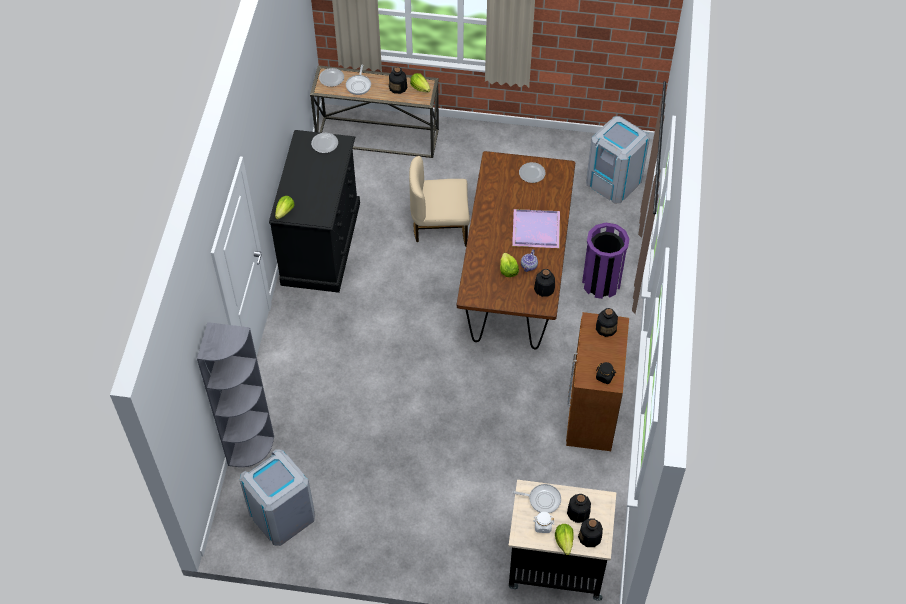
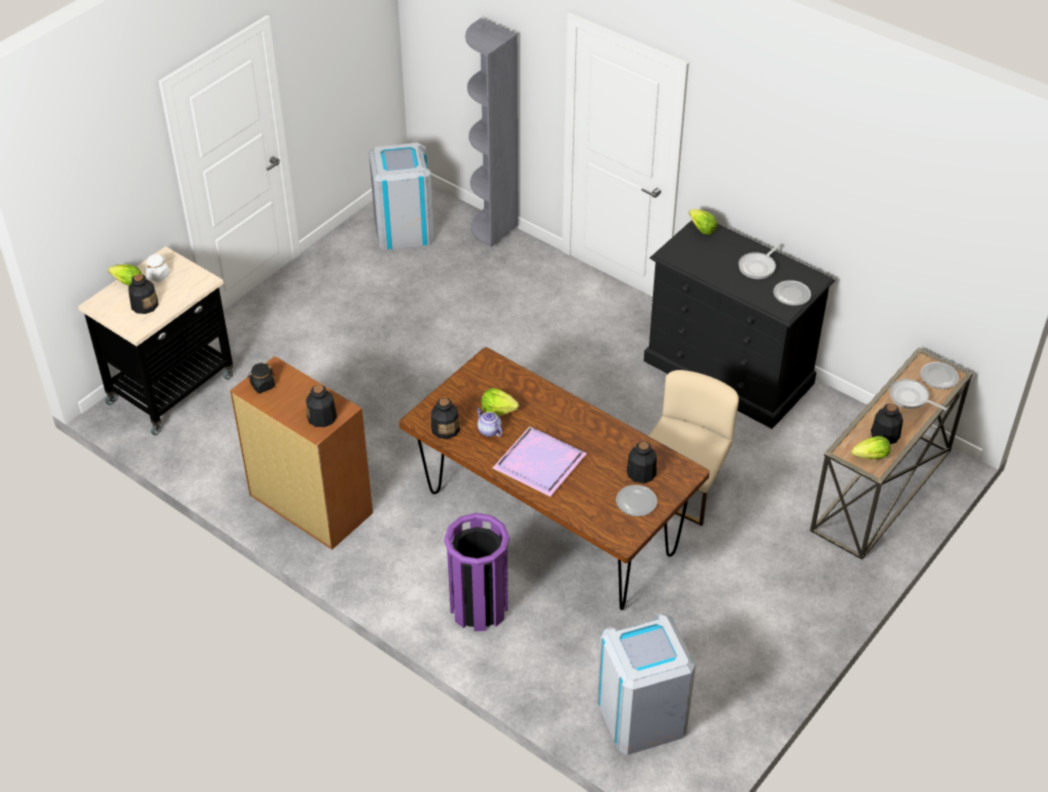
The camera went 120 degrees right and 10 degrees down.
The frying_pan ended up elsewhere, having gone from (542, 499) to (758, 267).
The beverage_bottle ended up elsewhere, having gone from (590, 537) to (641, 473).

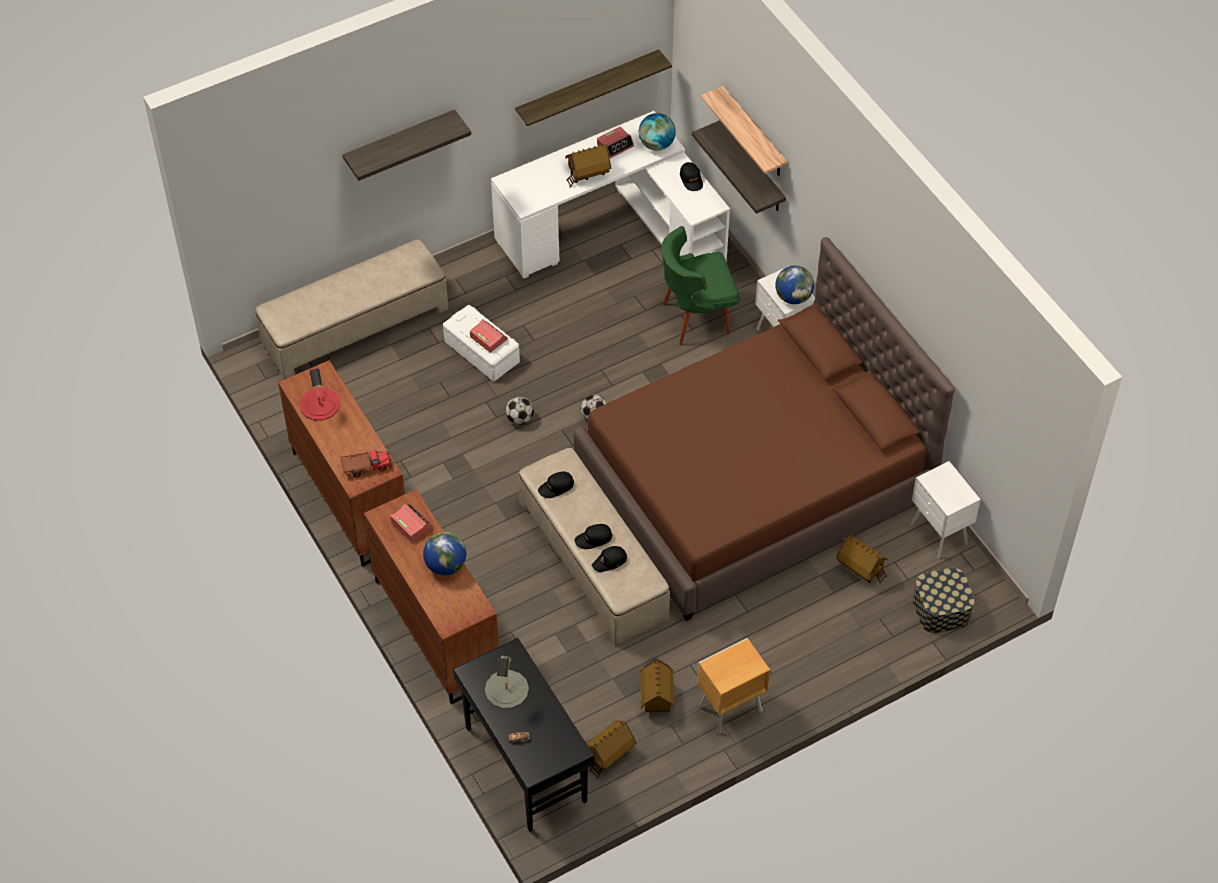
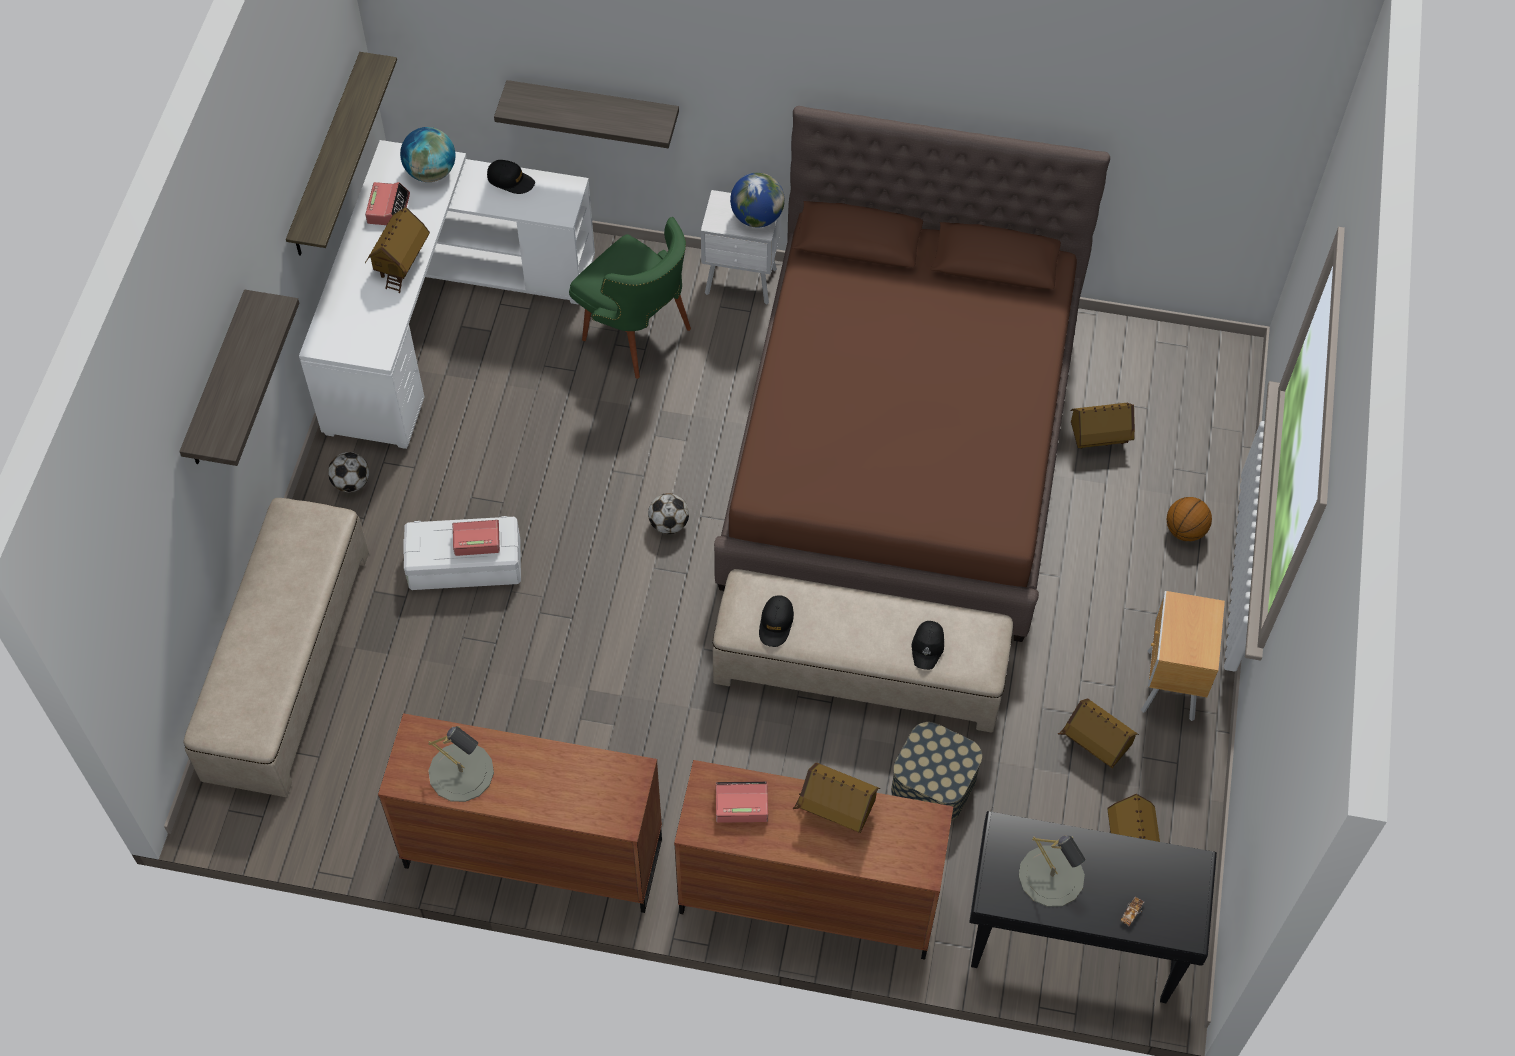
The camera went 50 degrees left and 5 degrees up.
The second view lost the model_truck at (365, 467).
The second view lost the blackish_baseball_cap at (593, 539).
The second view lost the shelf at (754, 133).
The second view lost the white_nightstand at (938, 535).
The second view gained the basketball_ball at (1185, 530).
The ball_for_football ended up elsewhere, having gone from (519, 419) to (351, 483).
The storage_box ended up elsewhere, having gone from (941, 609) to (934, 783).
Where the globe stood at (446, 565), the toy_house came to stand at (836, 809).
What was the red_lamp_for_a_table at (320, 404) turned into the gray_lamp_for_a_table at (461, 772).
The greenish_chair at (697, 318) ended up facing another way, 75 degrees counterclockwise from before.

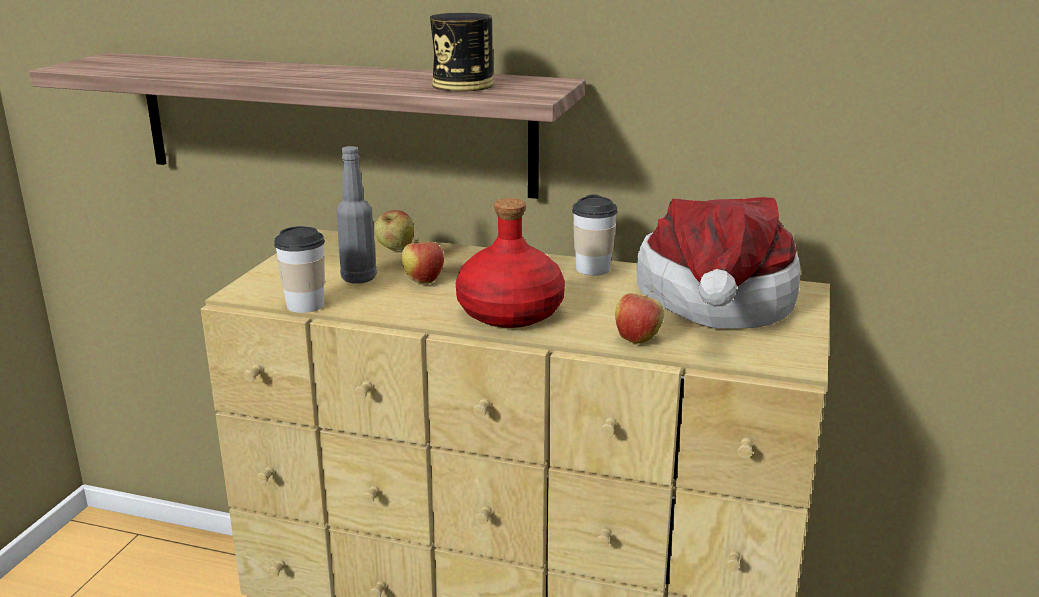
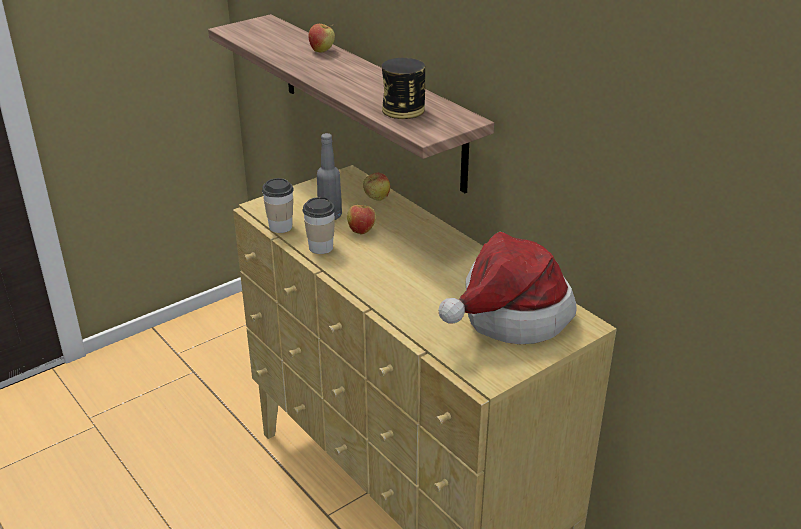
The camera went 35 degrees right and 10 degrees up.
The second view lost the red_beverage_bottle at (509, 312).
The cup ended up elsewhere, having gone from (592, 269) to (321, 247).
The whole_apple ended up elsewhere, having gone from (638, 340) to (322, 51).

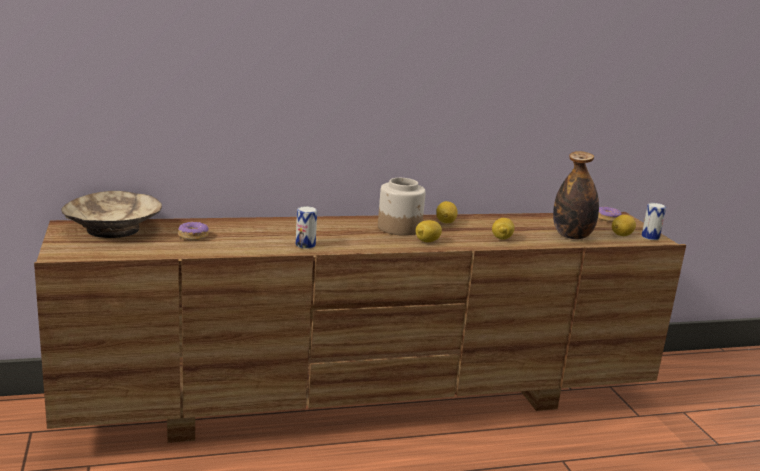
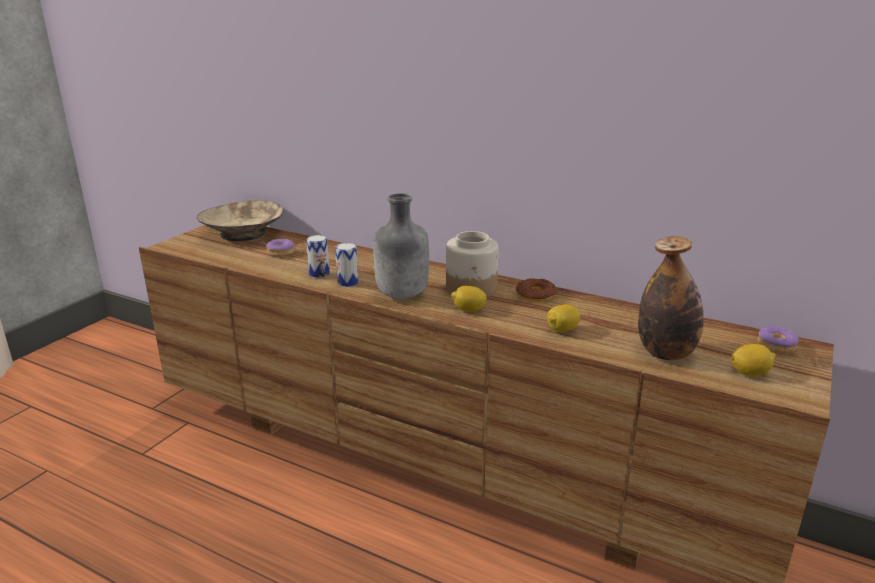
The camera went 45 degrees right and 5 degrees up.
The second view gained the gray_beverage_bottle at (401, 295).
The can ended up elsewhere, having gone from (650, 237) to (319, 274).
Where the lemon stood at (445, 222), the ring_doughnut came to stand at (535, 295).

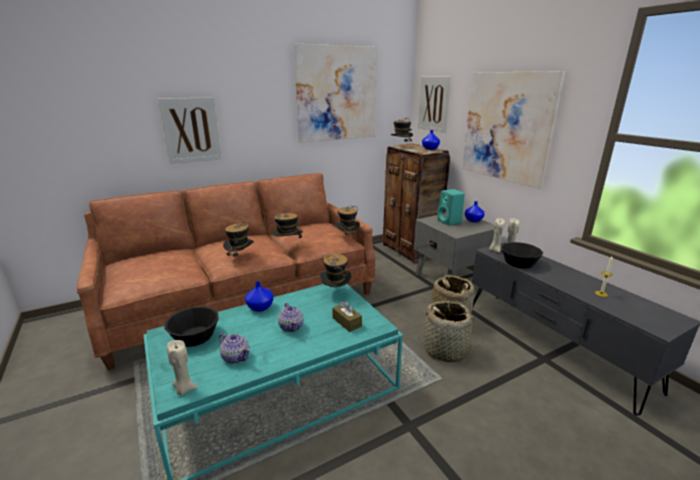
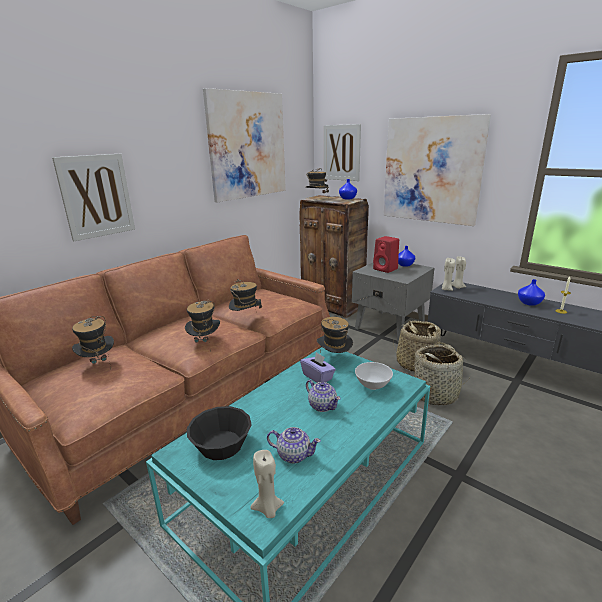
The camera went 20 degrees left and 0 degrees up.
The second view lost the blackish_serving_bowl at (519, 262).
The second view gained the purple-coloured_tissue_holder at (318, 377).
The blue_flower_vase ended up elsewhere, having gone from (260, 308) to (529, 303).
The wearable_hat ended up elsewhere, having gone from (347, 238) to (98, 365).
Where the brownish_tissue_holder stood at (347, 322), the white_serving_bowl came to stand at (373, 386).
What was the turquoise_loudspeaker at (450, 222) turned into the red_loudspeaker at (386, 269).

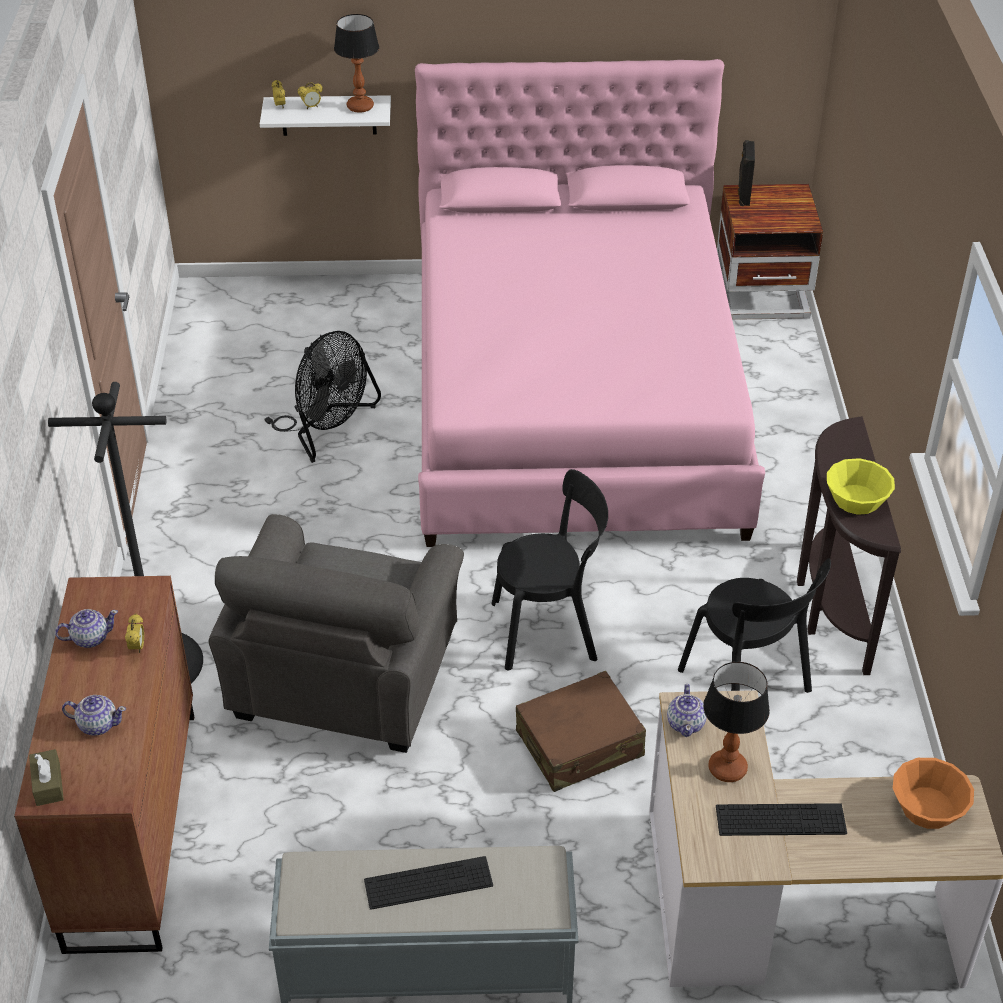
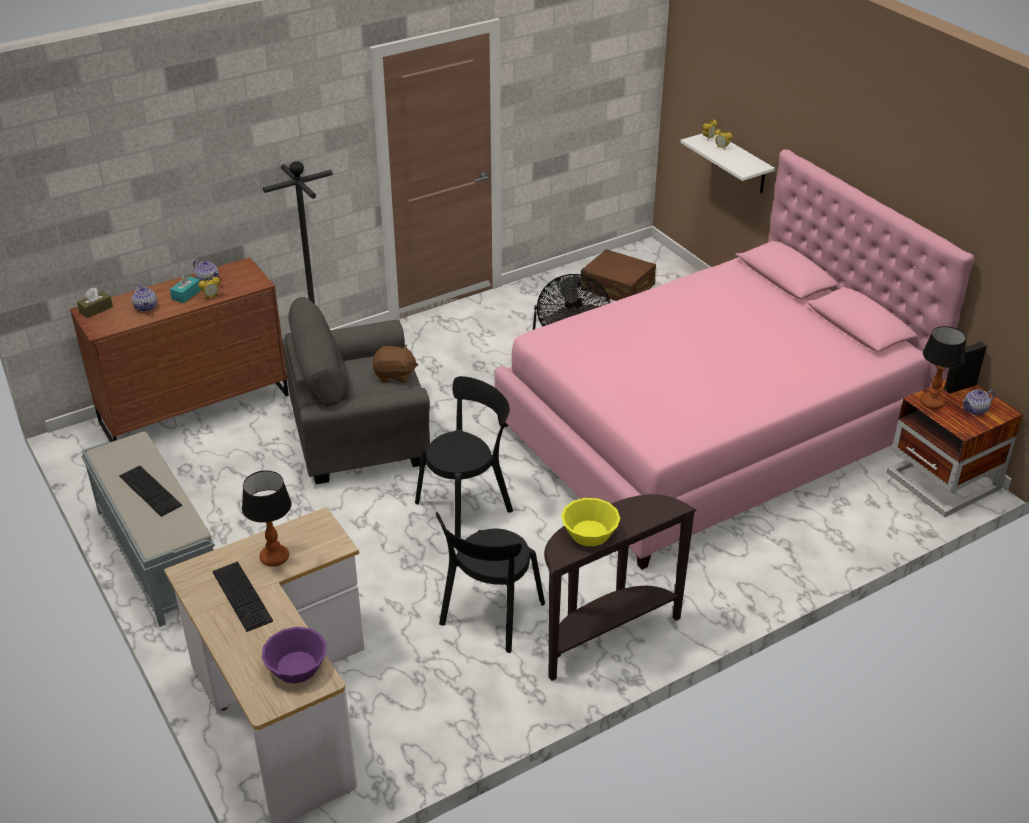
The camera went 60 degrees right and 5 degrees down.
The second view gained the turquoise_tissue_holder at (186, 294).
The second view gained the brownish_soft_toy at (394, 375).
The lamp_for_a_table ended up elsewhere, having gone from (360, 107) to (932, 403).
The brownish_travel_case ended up elsewhere, having gone from (580, 744) to (617, 288).
The tea_pot ended up elsewhere, having gone from (686, 723) to (975, 410).
What was the orangey_serving_bowl at (928, 807) turned into the purple-coloured_serving_bowl at (296, 667).
The blackish_chair at (550, 630) ended up facing another way, 90 degrees counterclockwise from before.

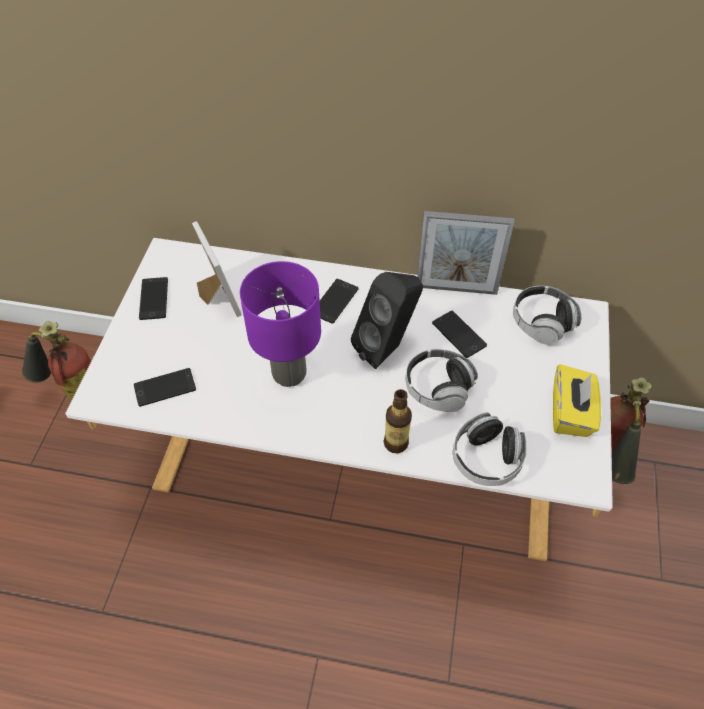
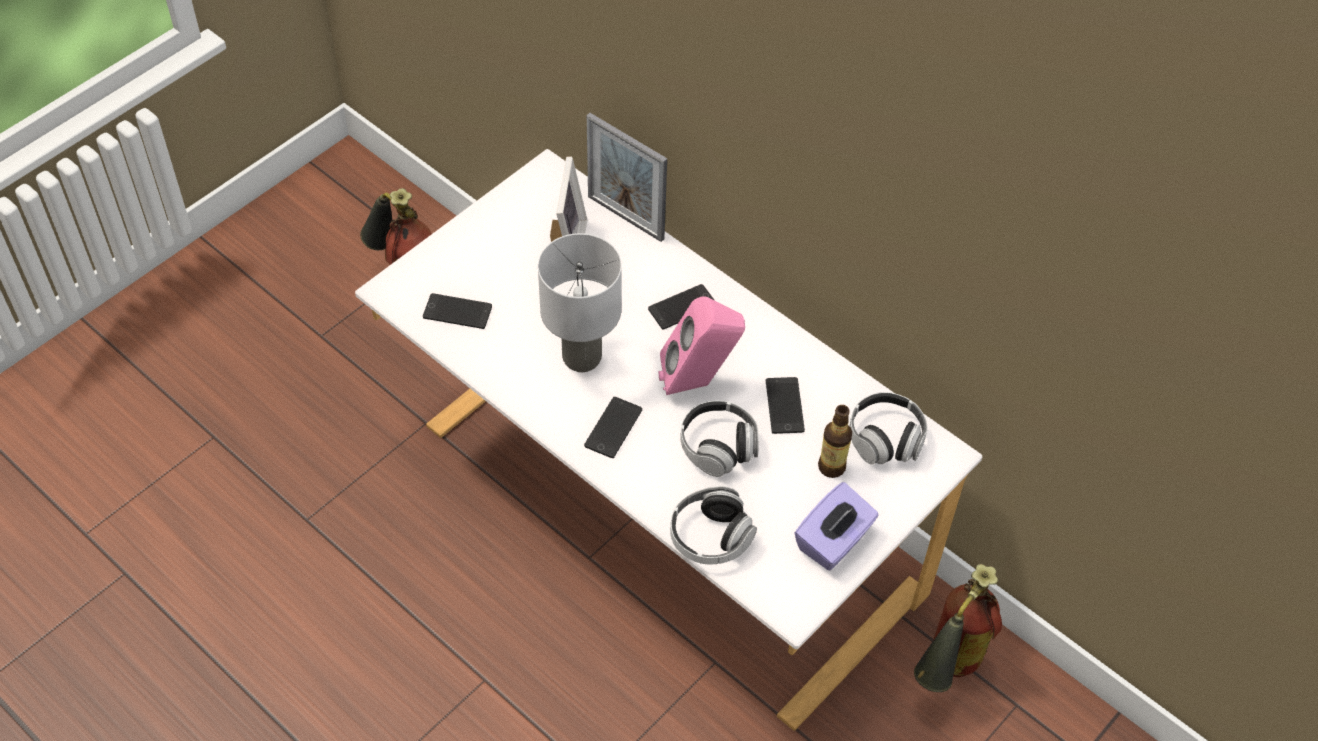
The camera went 30 degrees right and 0 degrees up.
The telephone ended up elsewhere, having gone from (154, 299) to (613, 428).
The beverage_bottle ended up elsewhere, having gone from (396, 443) to (831, 467).
The standing_frame ended up elsewhere, having gone from (456, 289) to (625, 218).
What was the purple-coloured_lamp_for_a_table at (291, 374) turned into the white_lamp_for_a_table at (584, 360).
What was the blackish_loudspeaker at (387, 348) turned into the pink-coloured_loudspeaker at (699, 382).
What was the yellowish_tissue_holder at (570, 413) turned into the purple-coloured_tissue_holder at (833, 541).

